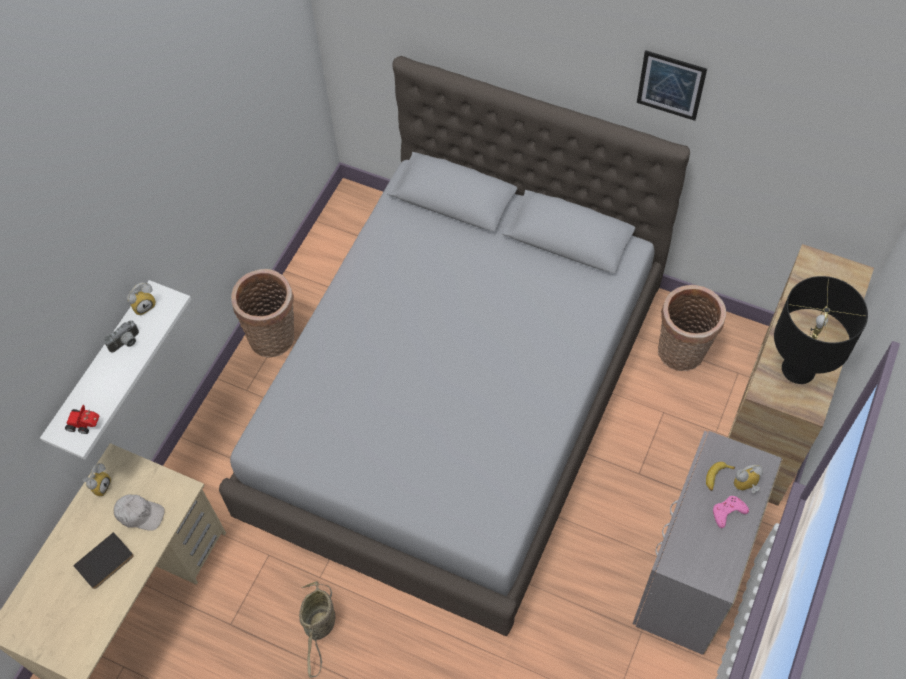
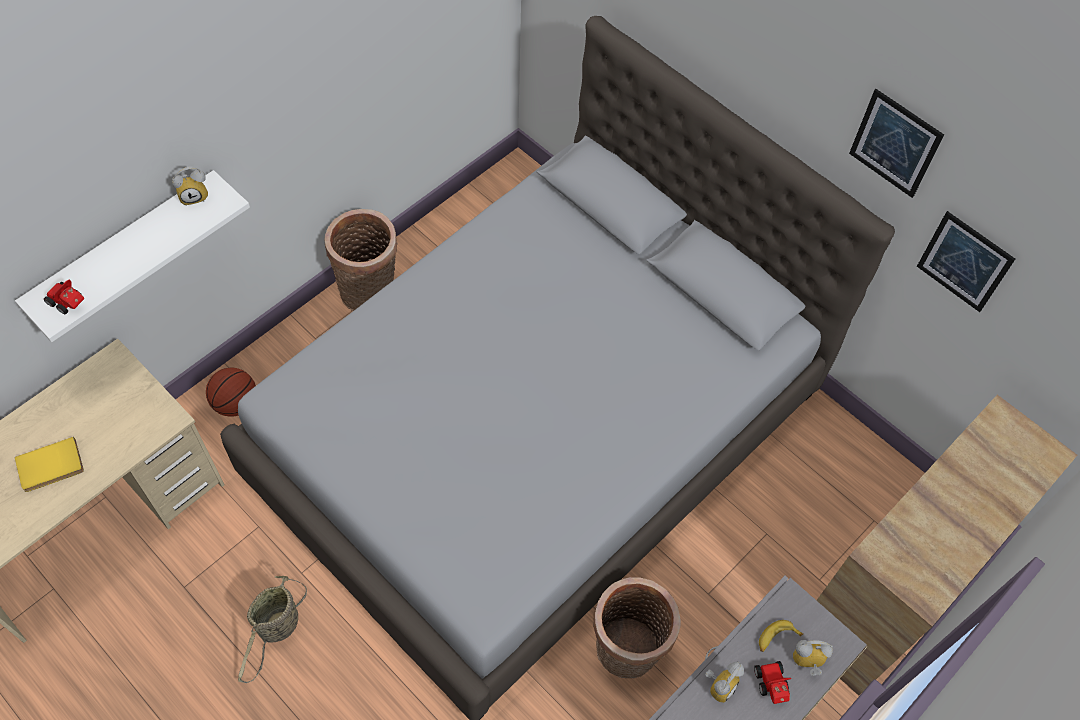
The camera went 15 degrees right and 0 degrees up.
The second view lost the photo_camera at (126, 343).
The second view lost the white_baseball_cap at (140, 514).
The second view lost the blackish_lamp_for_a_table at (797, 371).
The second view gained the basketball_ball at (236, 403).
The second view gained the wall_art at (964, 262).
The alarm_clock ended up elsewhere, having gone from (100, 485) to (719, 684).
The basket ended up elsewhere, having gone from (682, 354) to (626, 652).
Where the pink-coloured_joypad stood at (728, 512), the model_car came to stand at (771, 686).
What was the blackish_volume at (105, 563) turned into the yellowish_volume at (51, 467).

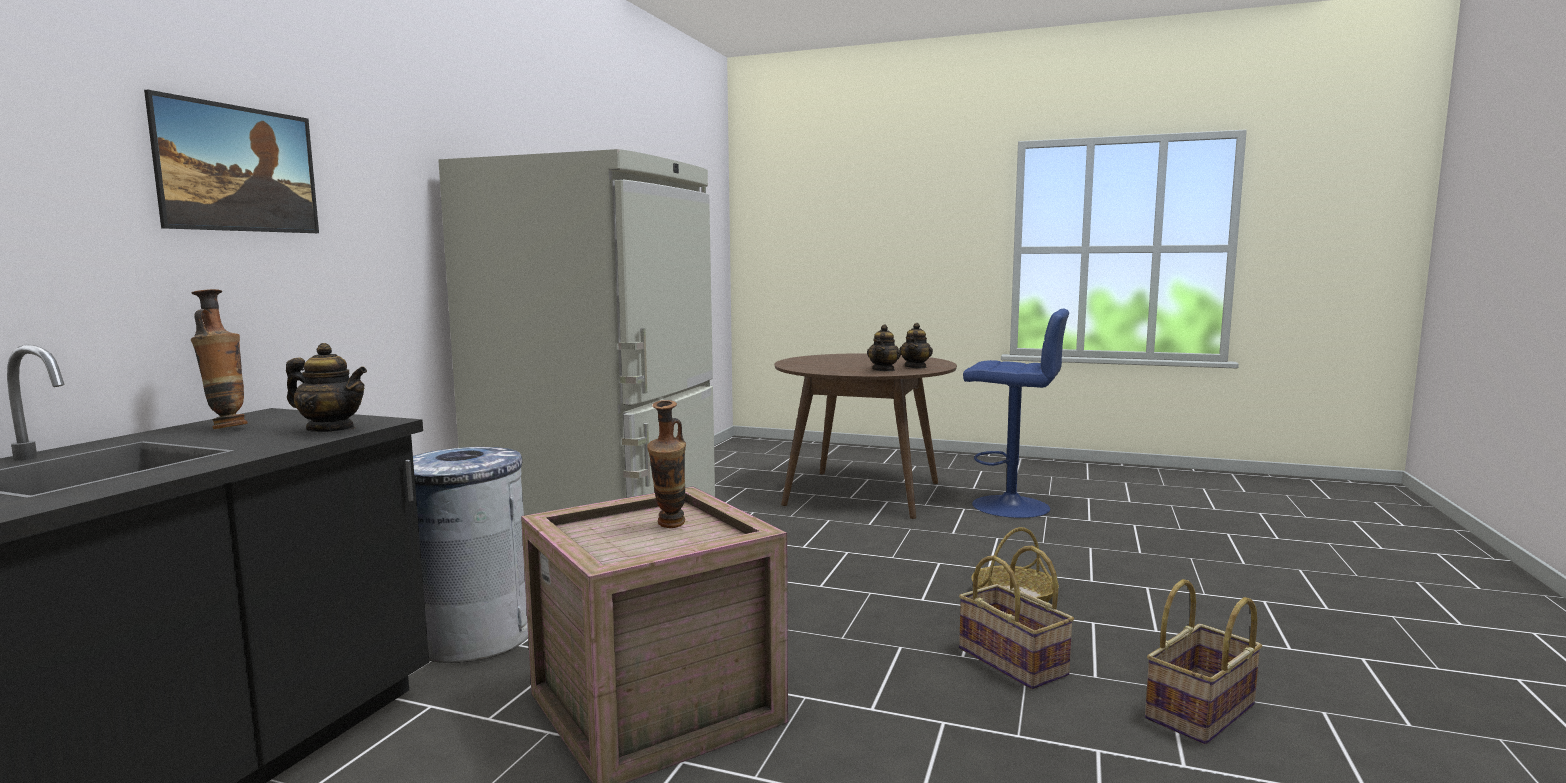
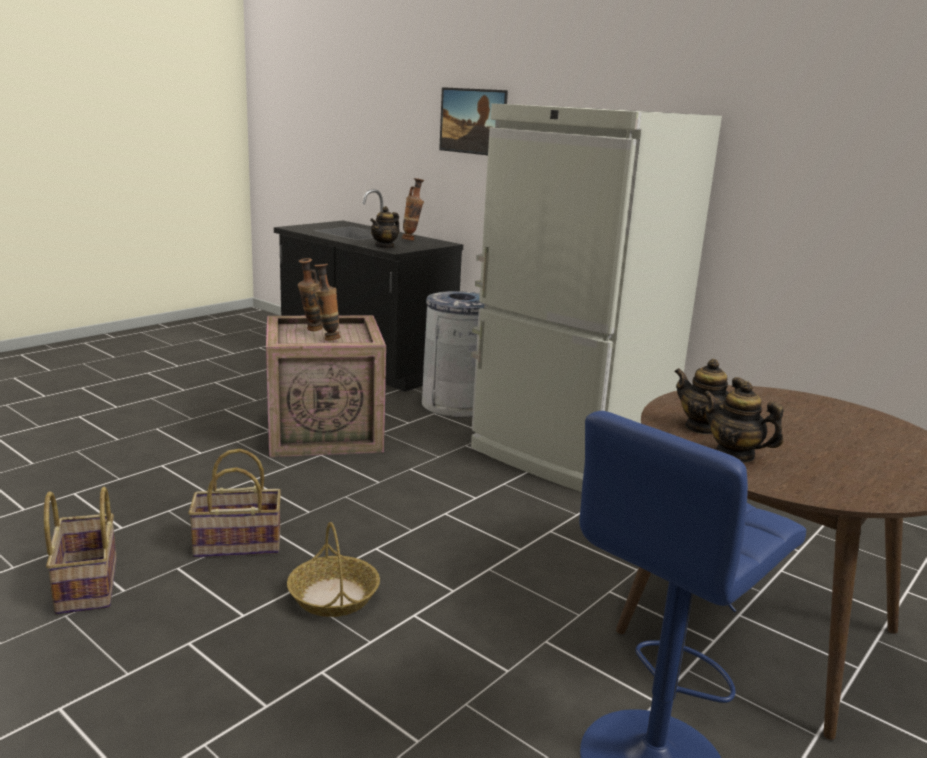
The camera went 110 degrees right and 10 degrees up.
The second view gained the flower_vase at (310, 330).

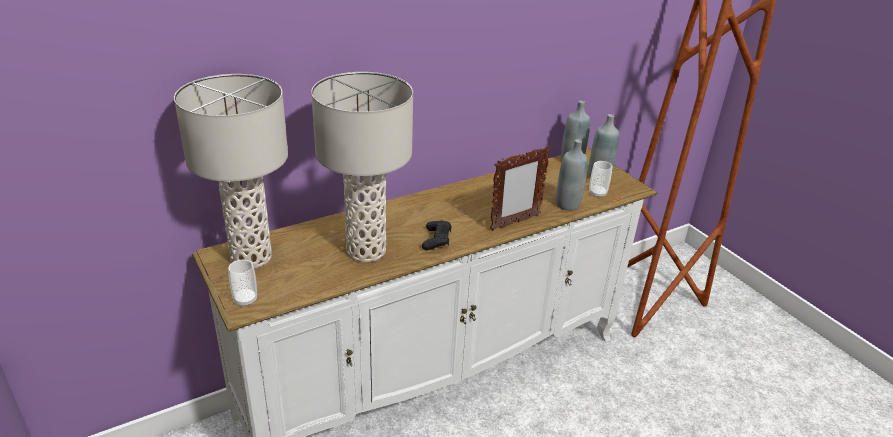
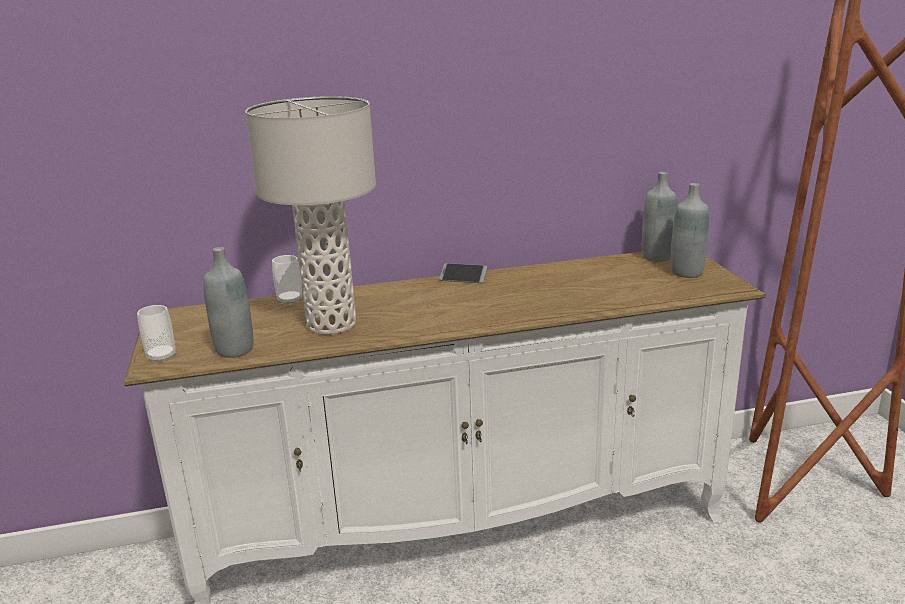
The camera went 20 degrees right and 10 degrees down.
The second view lost the white_lamp_for_a_table at (252, 257).
The second view lost the blackish_joypad at (436, 240).
The second view lost the standing_frame at (514, 223).
The second view gained the telephone at (463, 278).
The gray_beverage_bottle ended up elsewhere, having gone from (567, 204) to (235, 350).
The cup ended up elsewhere, having gone from (597, 193) to (290, 300).

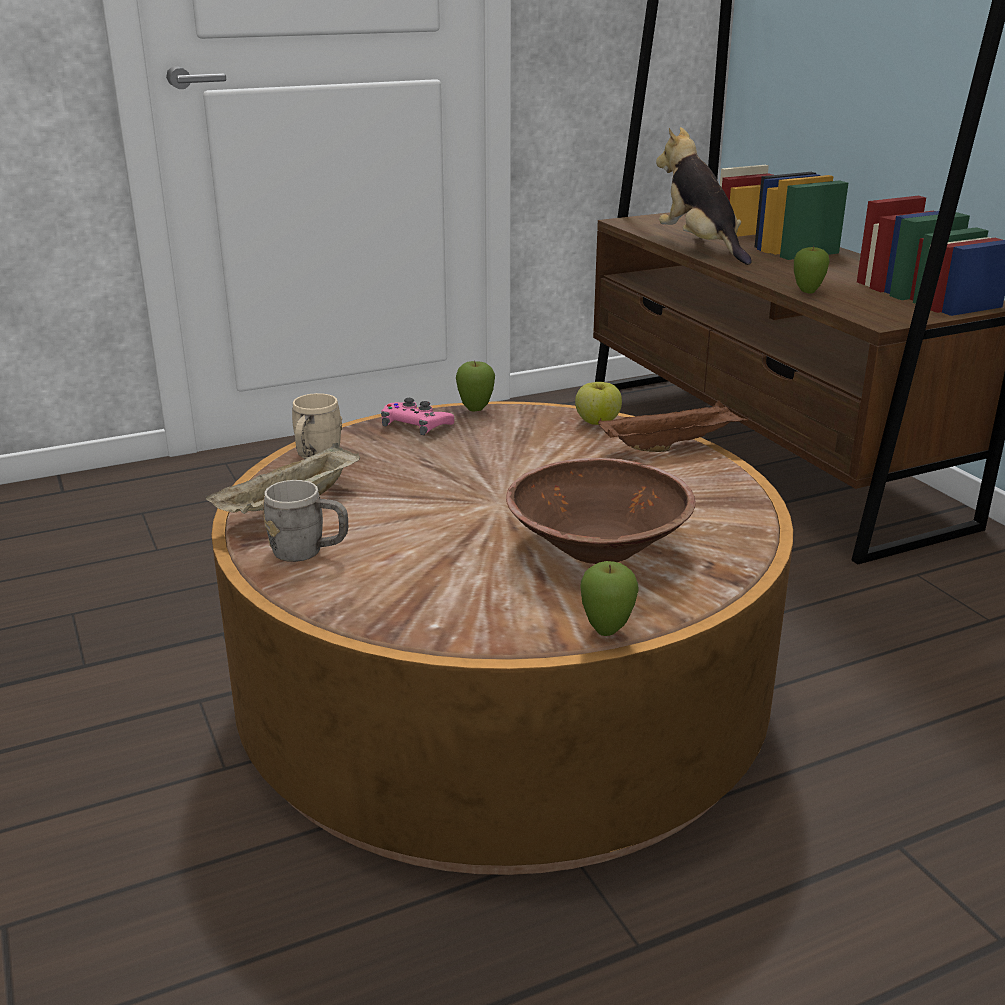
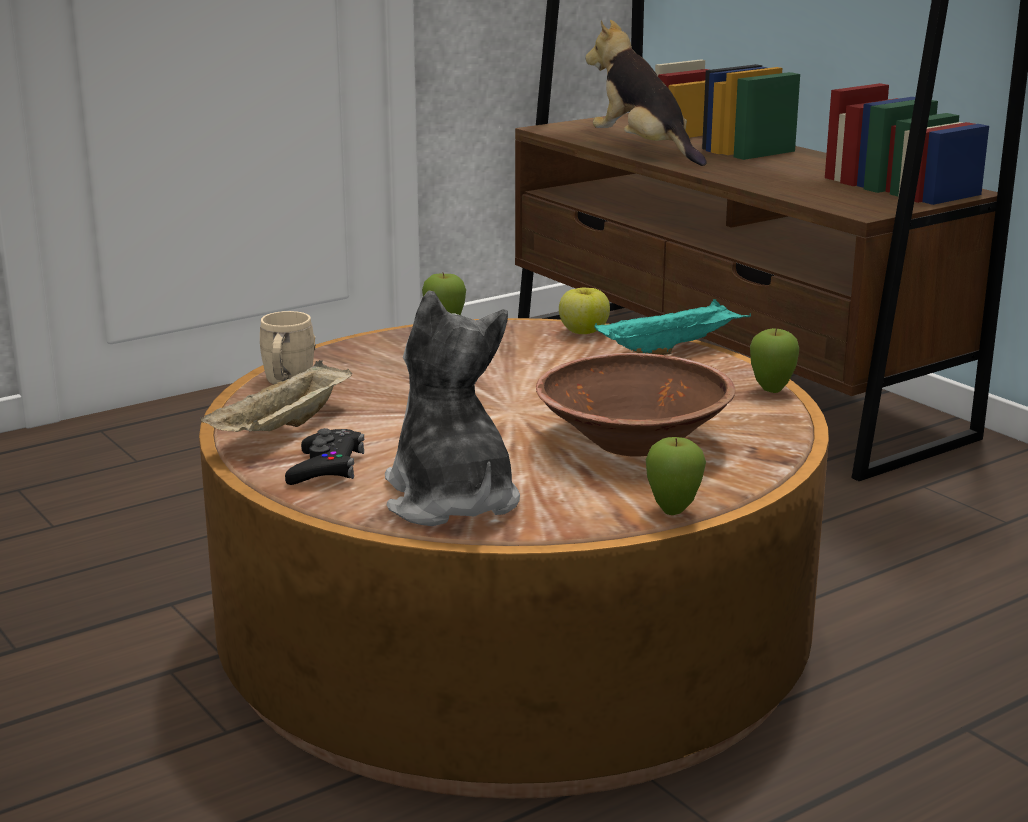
The camera went 10 degrees left and 5 degrees down.
The second view lost the pink-coloured_joypad at (416, 425).
The second view gained the soft_toy at (450, 501).
The whole_apple ended up elsewhere, having gone from (807, 292) to (771, 391).
Where the gray_tea_mug stood at (308, 552), the blackish_joypad came to stand at (326, 468).
What was the brownish_carrying_tray at (671, 445) turned into the turquoise_carrying_tray at (671, 349).

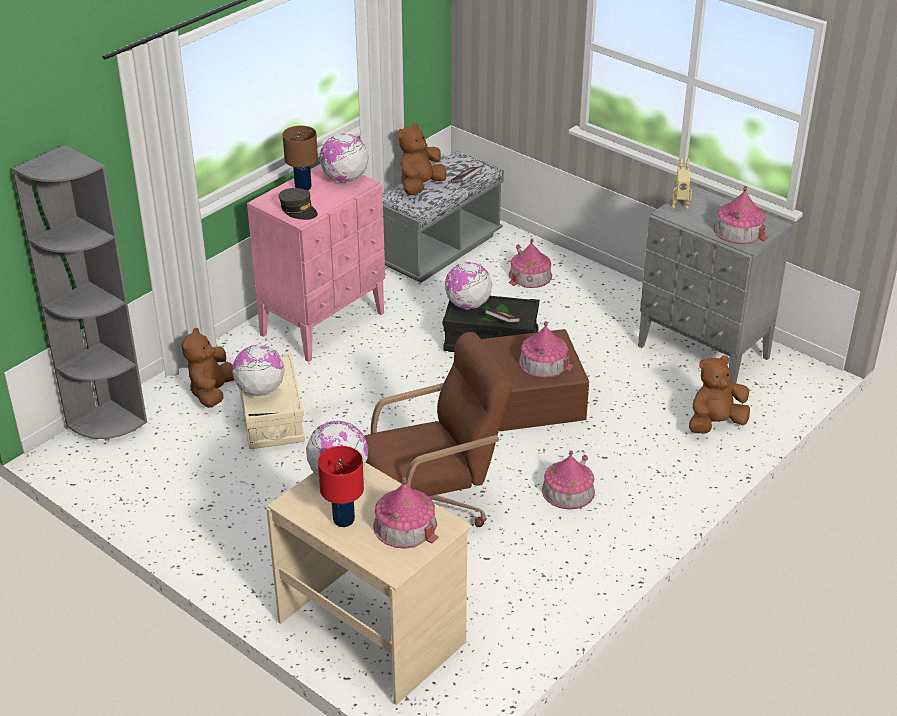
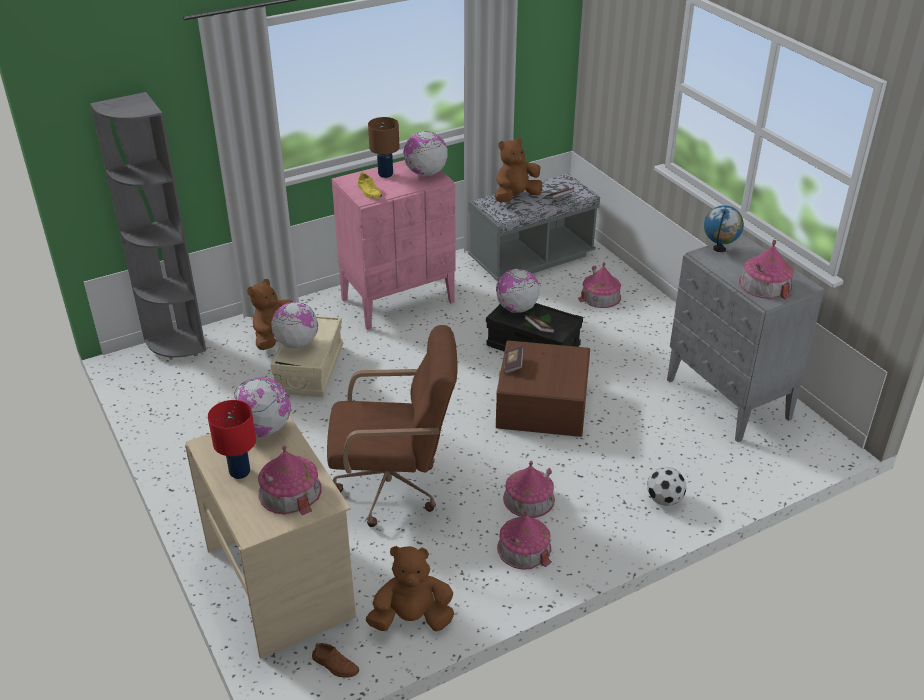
The camera went 20 degrees right and 0 degrees up.
The second view gained the brownish_item_of_footwear at (335, 665).
The second view gained the volume at (513, 365).
The second view gained the ball_for_football at (664, 500).
The toy_house ended up elsewhere, having gone from (543, 362) to (524, 548).
The brownish_soft_toy ended up elsewhere, having gone from (715, 423) to (412, 618).
Where the gray_baseball_cap stood at (298, 210), the yellowish_item_of_footwear came to stand at (369, 192).
Where the robot_figure stood at (679, 204), the globe came to stand at (719, 249).

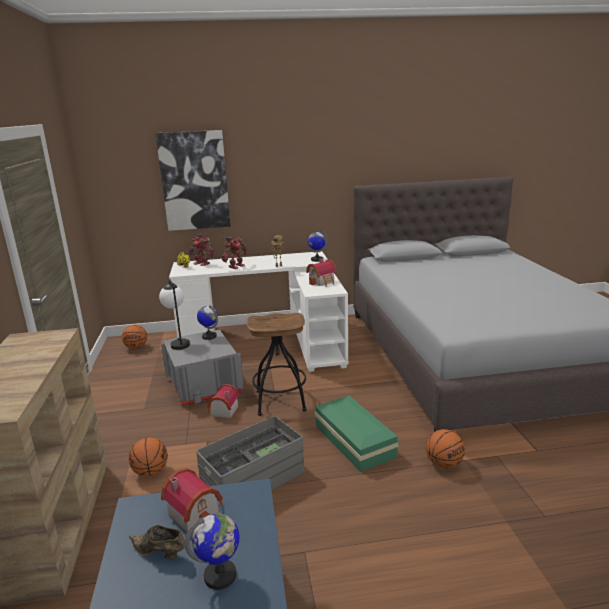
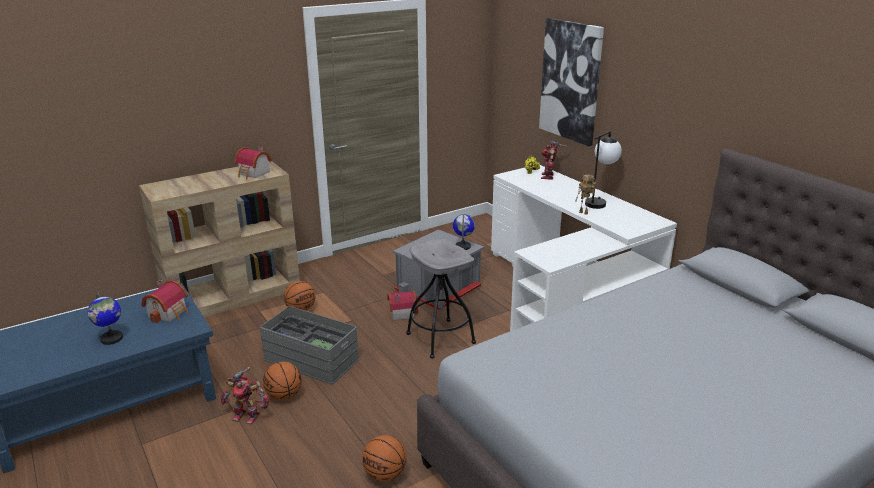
The camera went 65 degrees right and 5 degrees up.
The second view lost the brownish_item_of_footwear at (160, 552).
The second view lost the globe at (317, 259).
The second view lost the greenish_storage_box at (354, 439).
The basketball_ball ended up elsewhere, having gone from (136, 347) to (284, 396).
The lamp_for_a_table ended up elsewhere, having gone from (178, 342) to (599, 202).
The robot_figure ended up elsewhere, having gone from (235, 266) to (247, 415).
The toy_house ended up elsewhere, having gone from (323, 282) to (254, 173).
What was the brownish_stool at (280, 400) turned into the gray_stool at (440, 338).

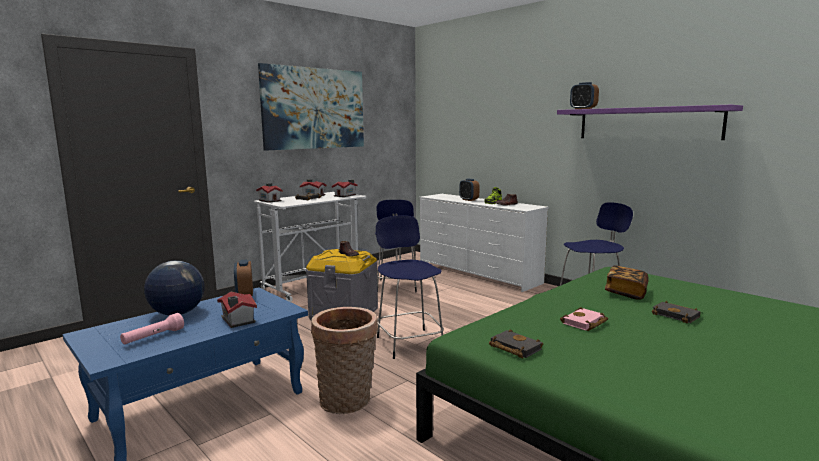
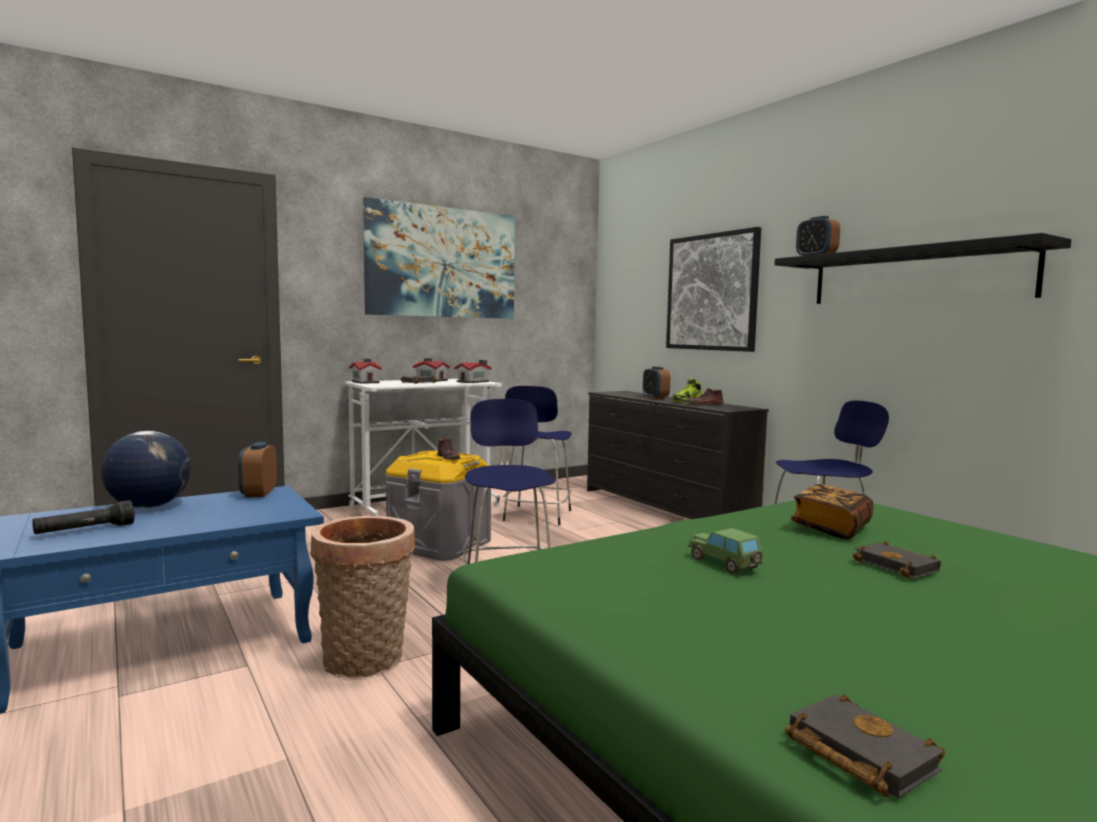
The camera went 10 degrees right and 5 degrees down.
The second view lost the toy_house at (237, 320).
The second view gained the wall_art at (711, 292).
The blackish_volume ended up elsewhere, having gone from (513, 348) to (855, 753).
Where the pink-coloured_volume stood at (584, 323), the model_car came to stand at (724, 564).
What was the pink-coloured_torch at (153, 337) turned into the blackish_torch at (85, 531).
What was the white_drawer_chest at (477, 273) turned into the blackish_drawer_chest at (664, 508).
What was the purple-coloured_shelf at (647, 123) turned into the blackish_shelf at (916, 276).

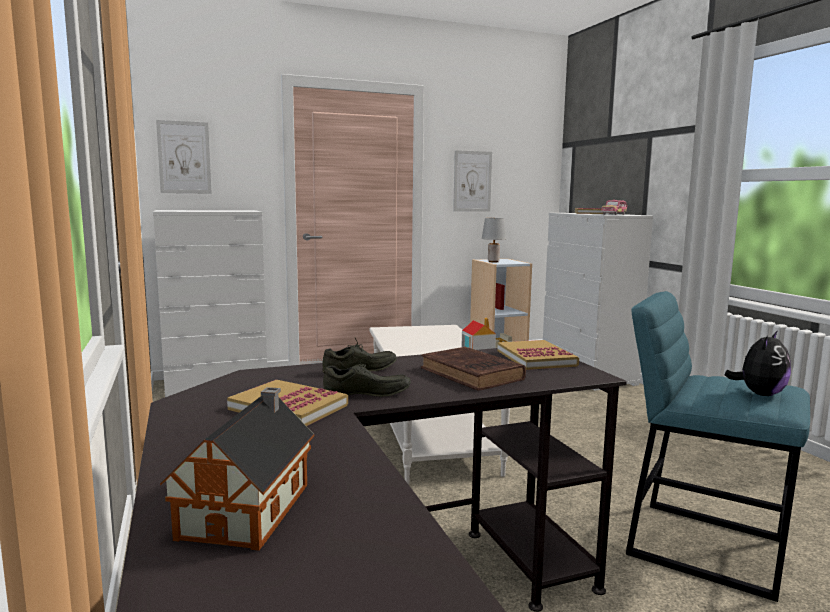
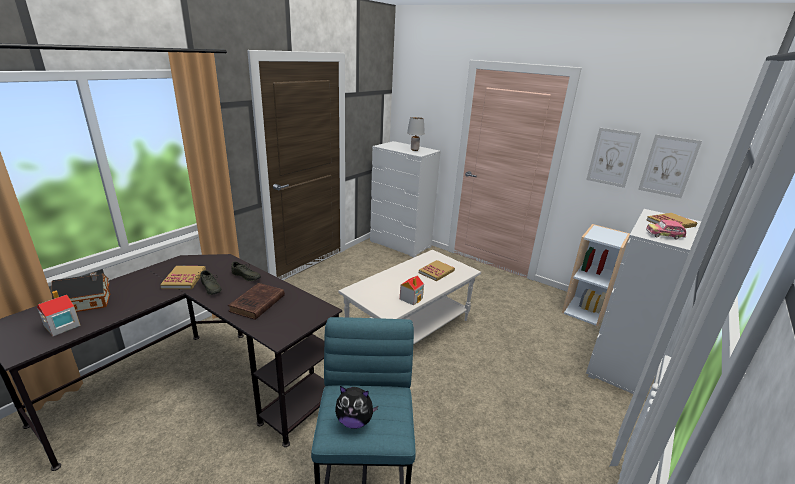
The camera went 55 degrees right and 15 degrees up.
The second view gained the toy_house at (62, 326).
The wall_art ended up elsewhere, having gone from (184, 157) to (668, 166).
The gray_lamp_for_a_table ended up elsewhere, having gone from (493, 262) to (414, 150).
The volume ended up elsewhere, having gone from (536, 358) to (436, 272).

